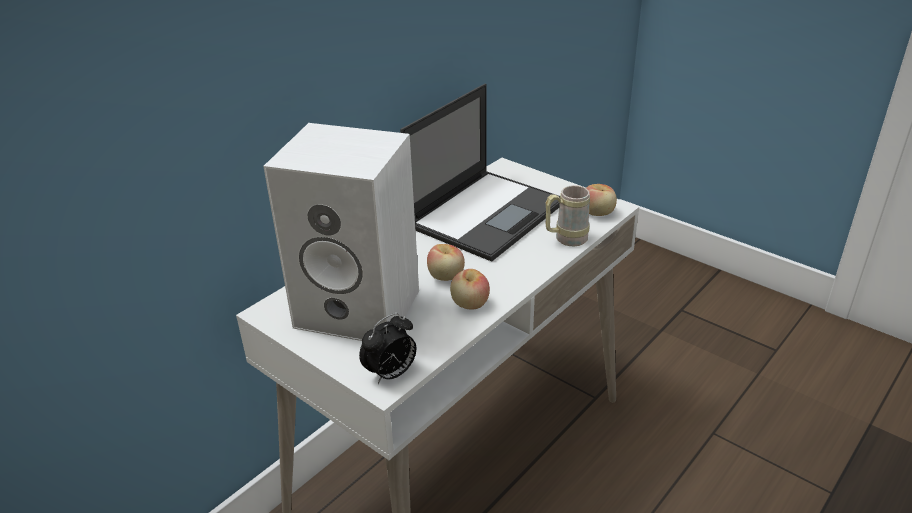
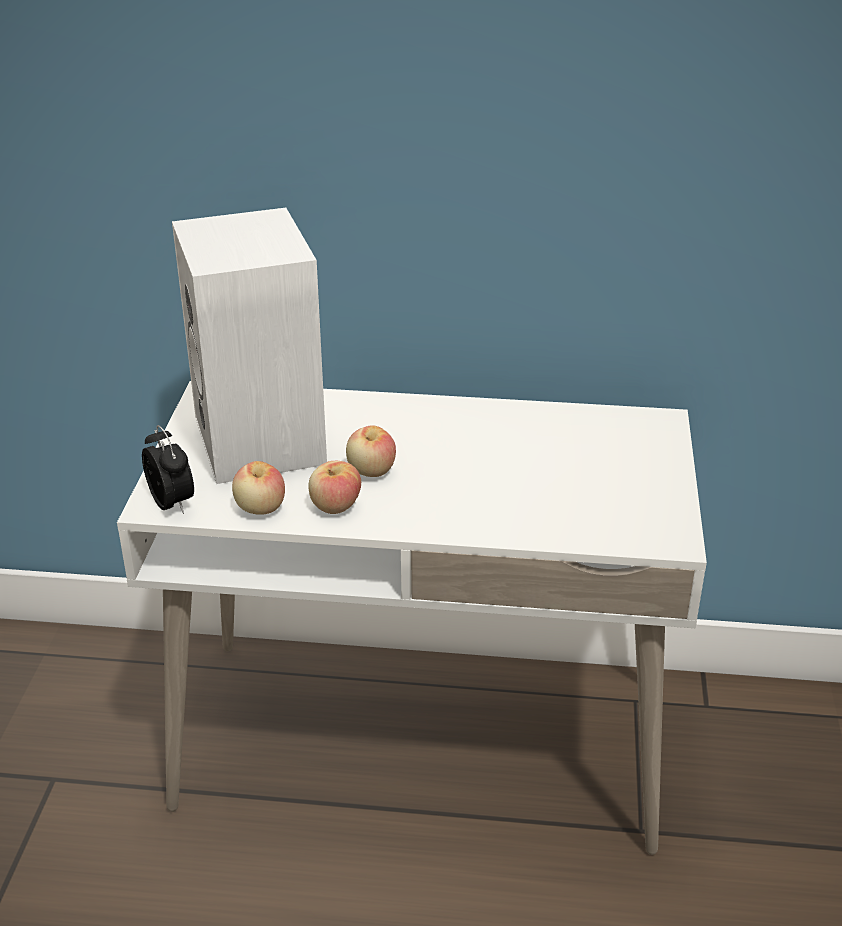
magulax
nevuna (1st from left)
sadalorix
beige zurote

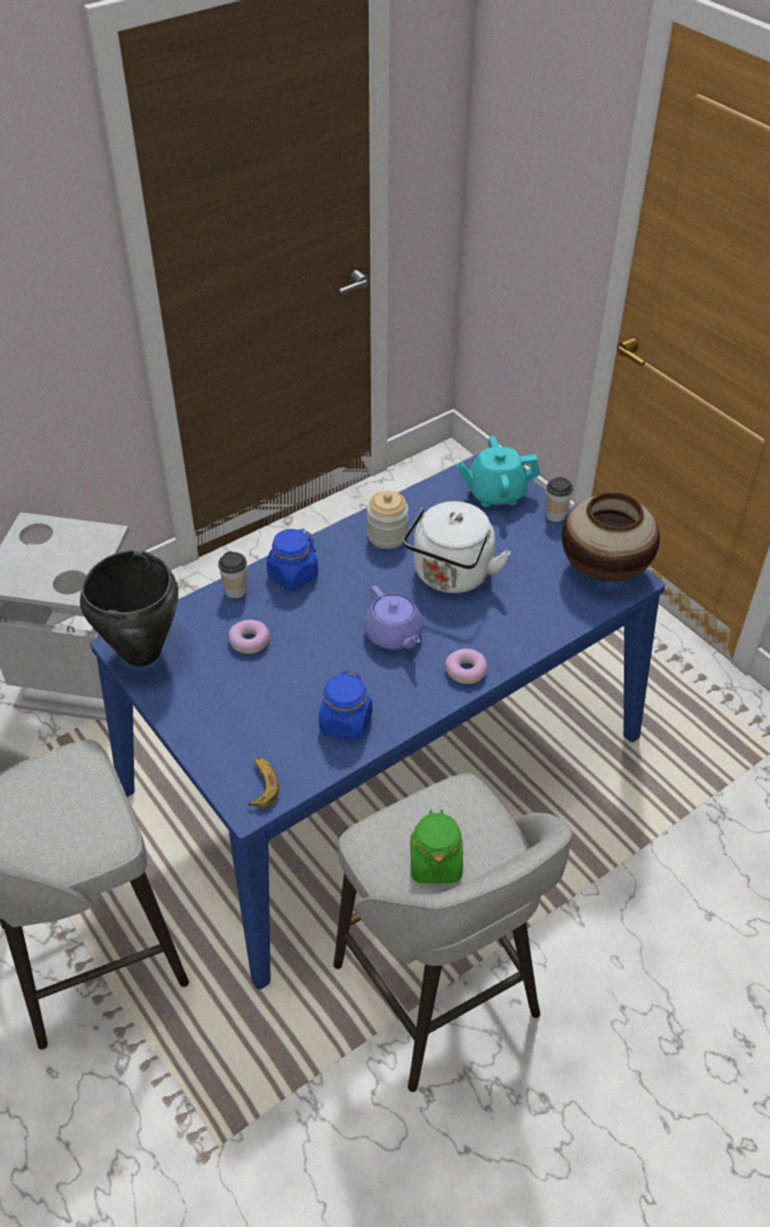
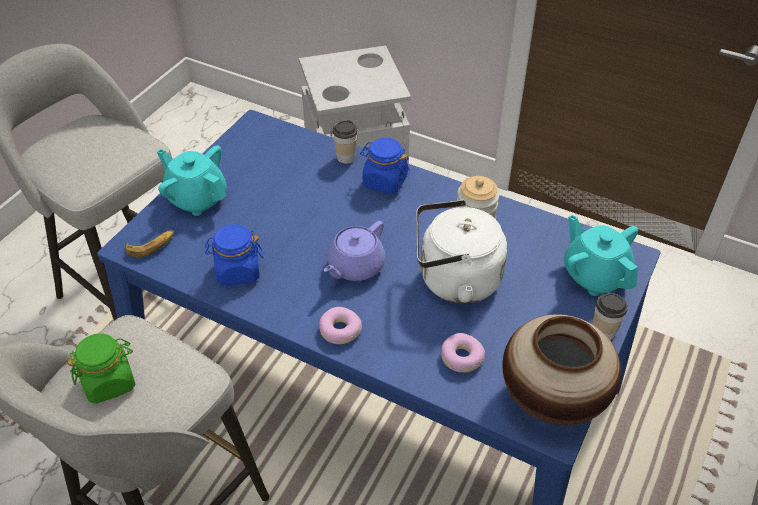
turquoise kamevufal (1st from left)
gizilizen (2nd from left)
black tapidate

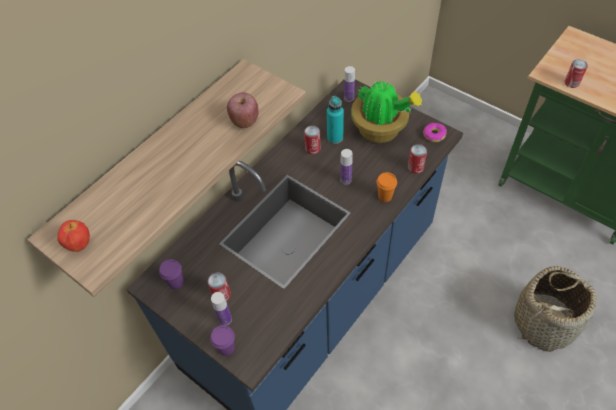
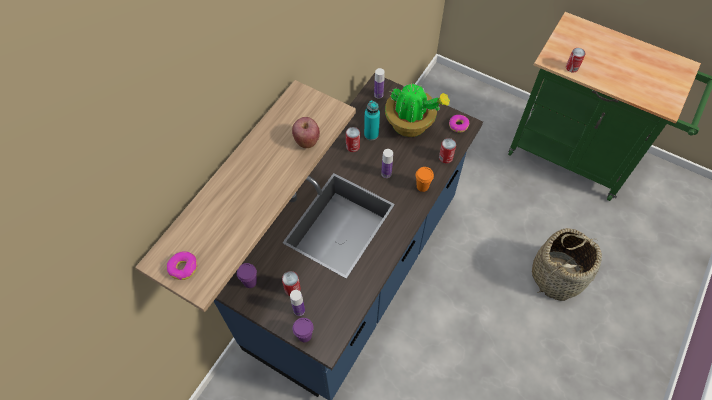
gizilizen (1st from left)

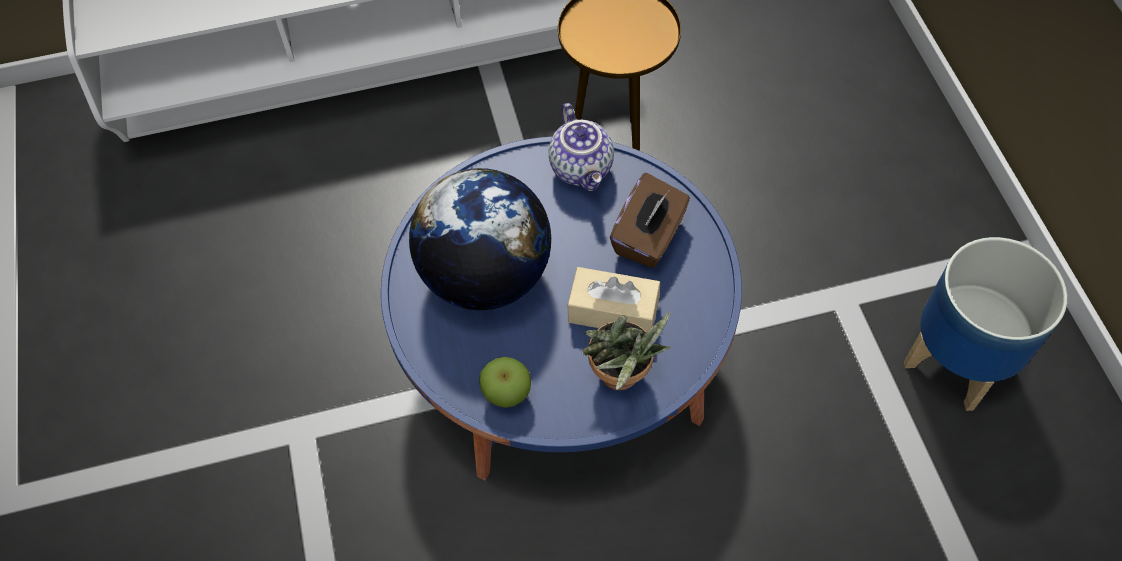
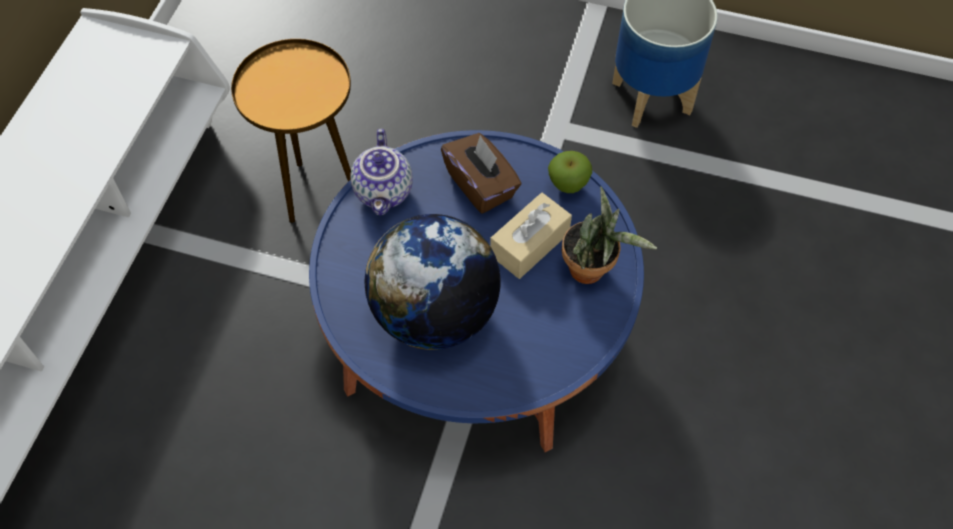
kamevufal
nevuna

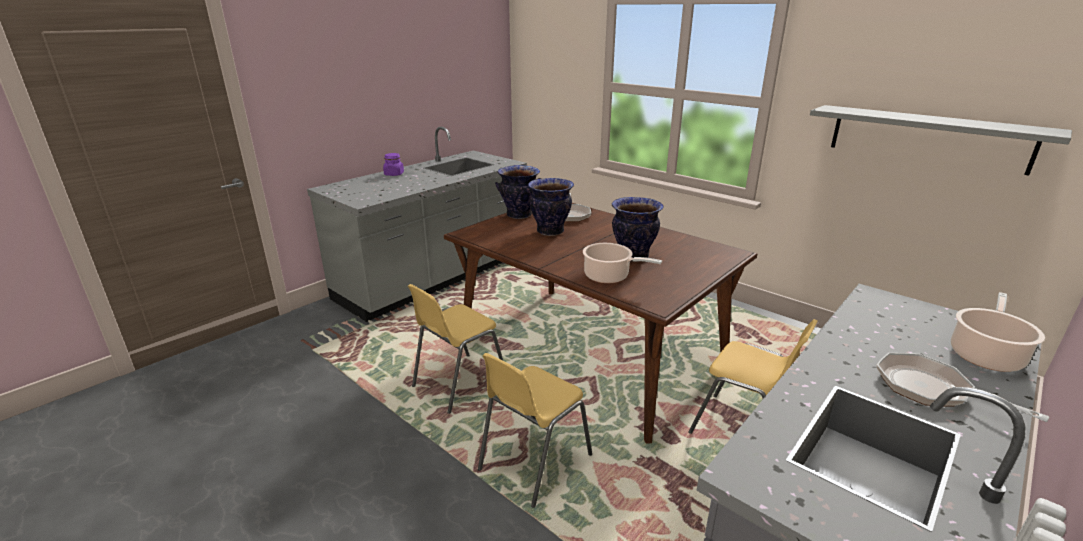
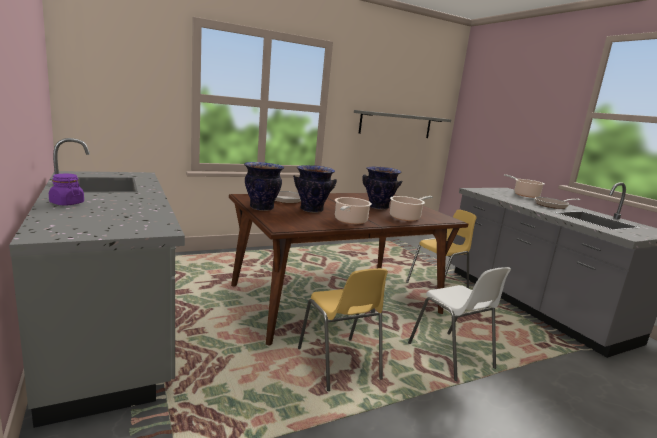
tapidate (1st from left)
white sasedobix

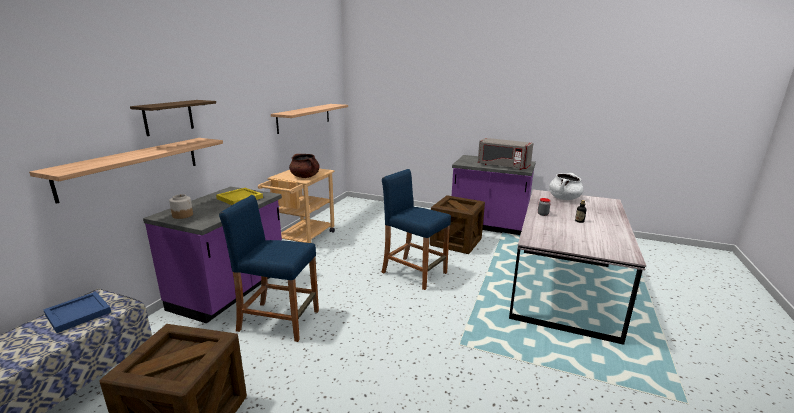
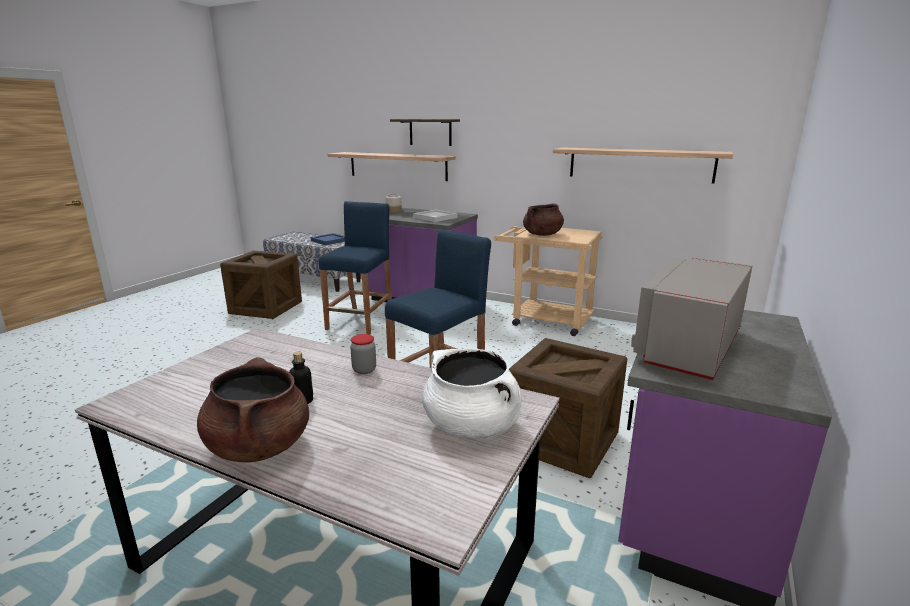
brown tapidate (1st from left)
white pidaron

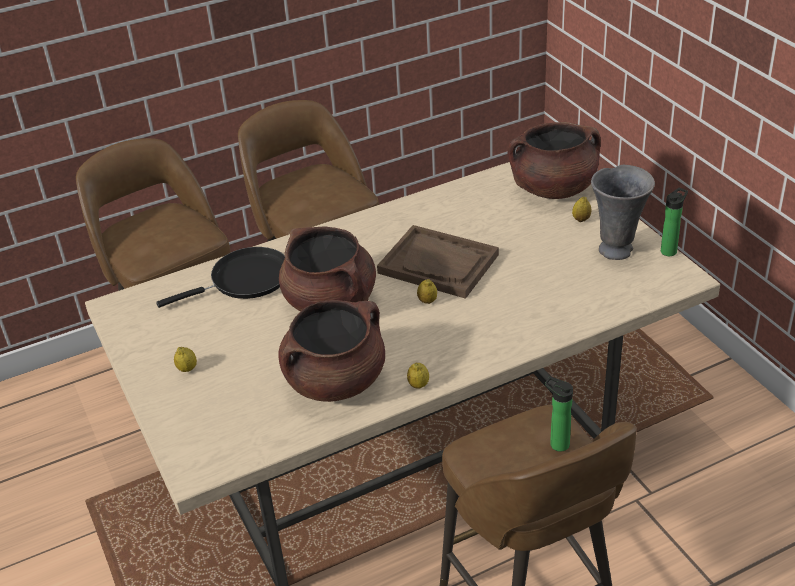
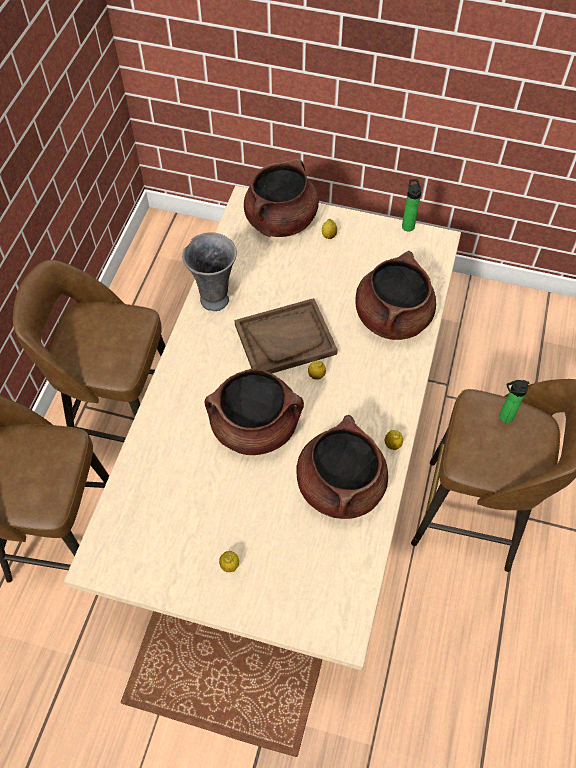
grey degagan
brown tapidate (4th from left)
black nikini

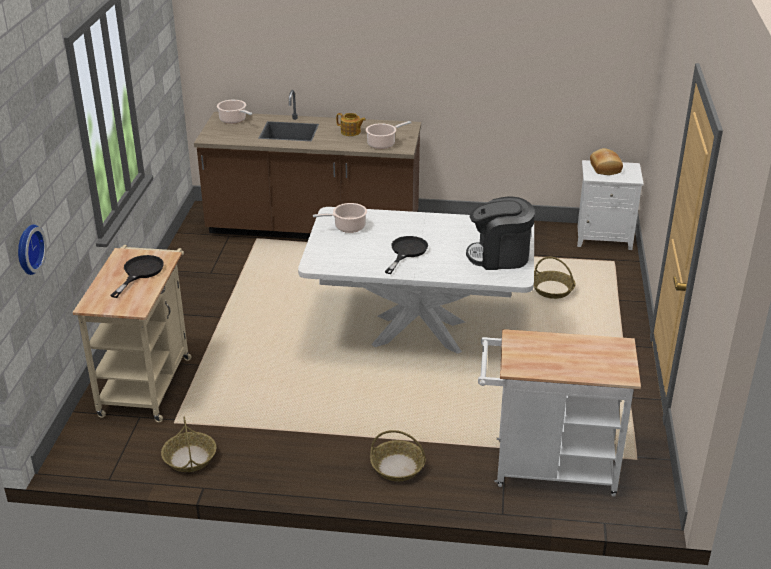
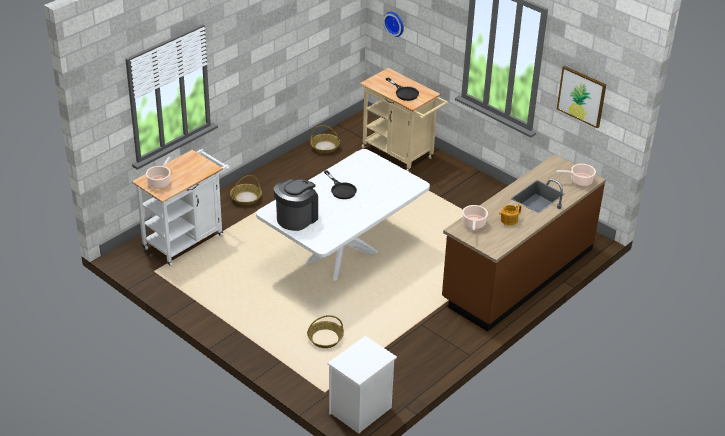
tapidate (1st from left)
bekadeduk
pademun

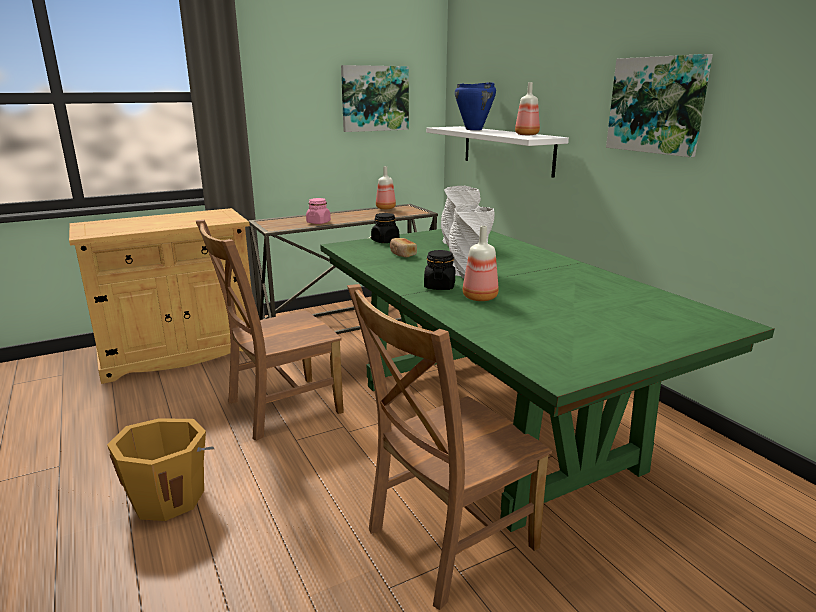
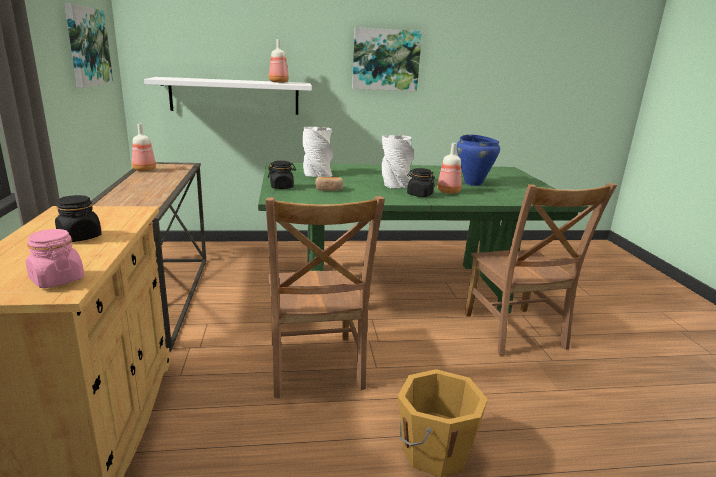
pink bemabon
black bemabon (1st from left)
blue tapidate

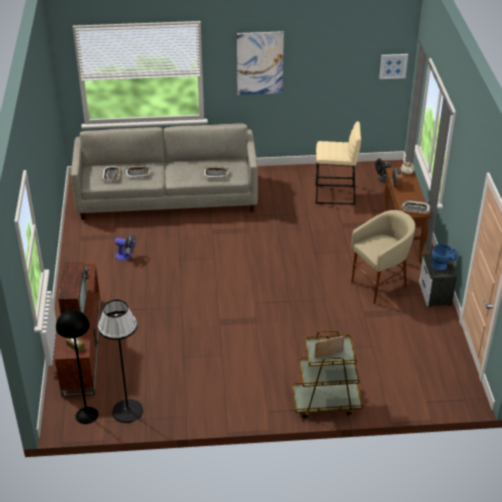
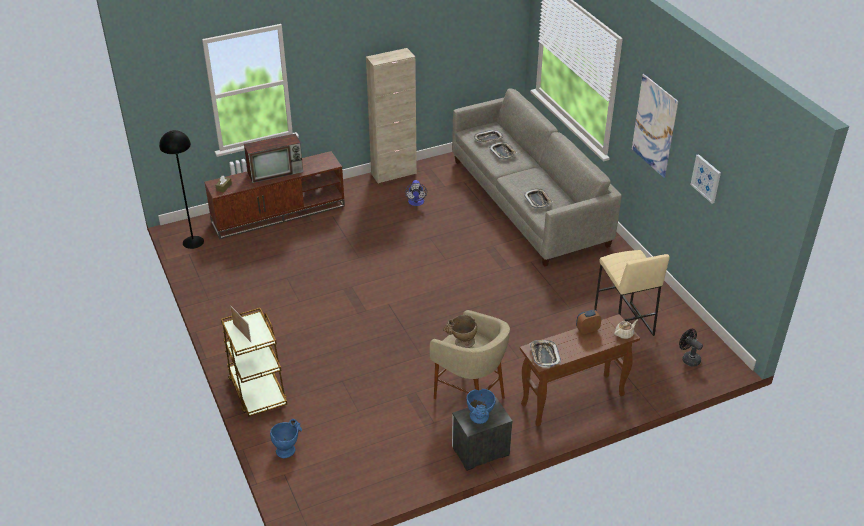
blue degagan (1st from left)
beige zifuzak
beige degagan
bekadeduk (2nd from left)
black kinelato (2nd from left in the first image)

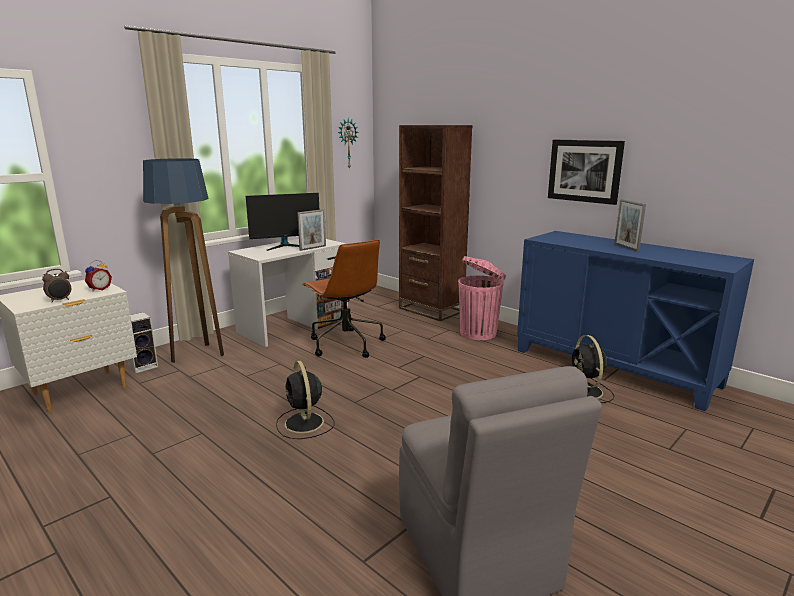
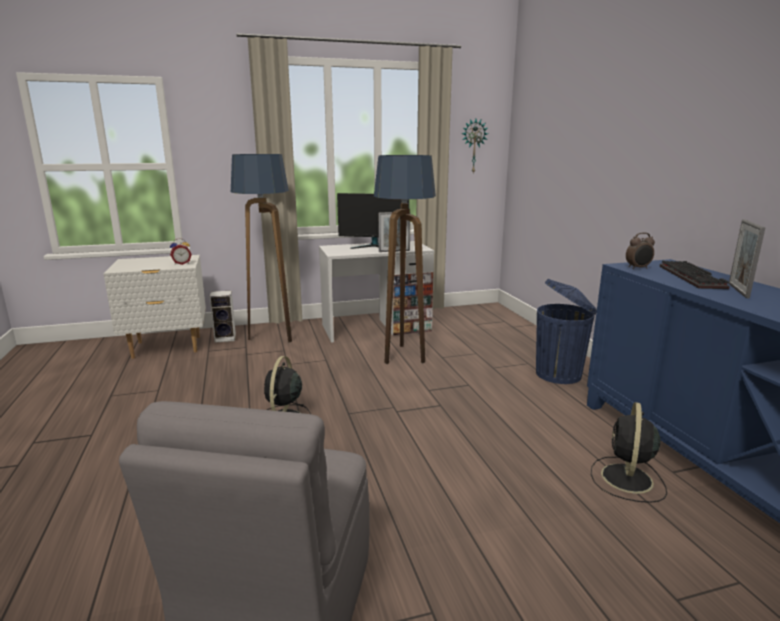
kinelato (2nd from left)
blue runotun
magulax (2nd from left)
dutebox
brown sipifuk
bekadeduk

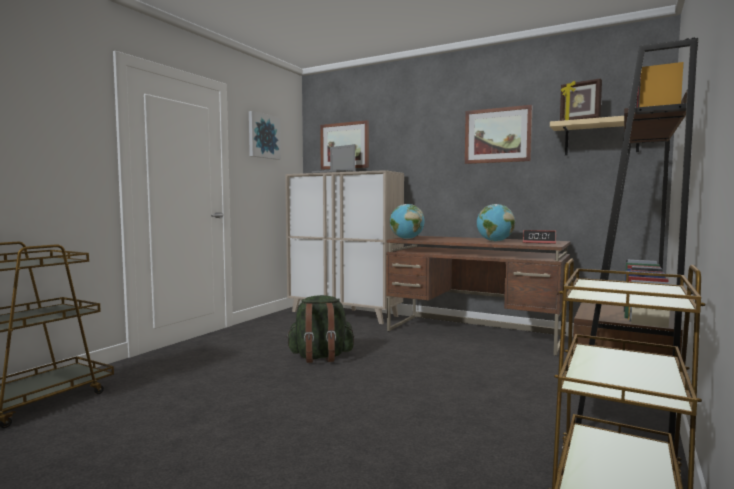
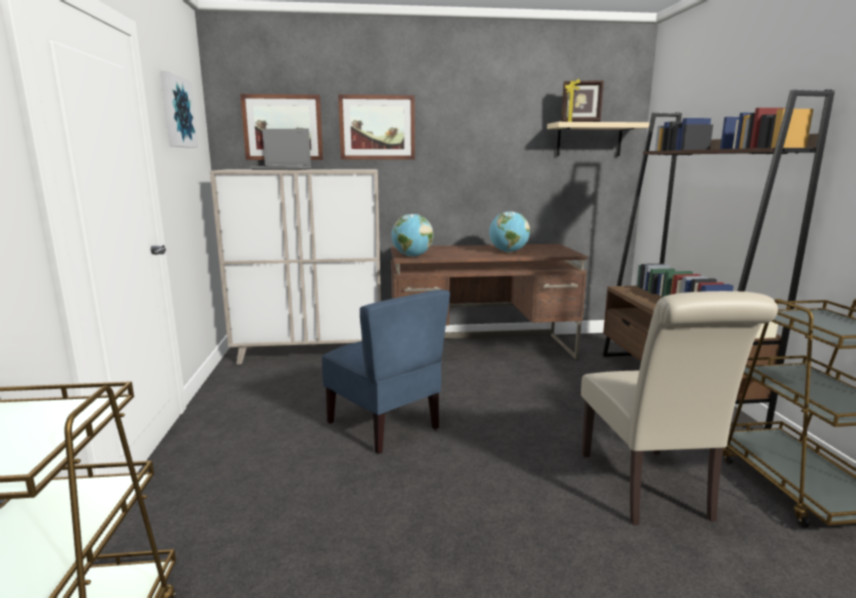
blue sasedobix
bekadeduk (3rd from left)
beige sasedobix
magulax

